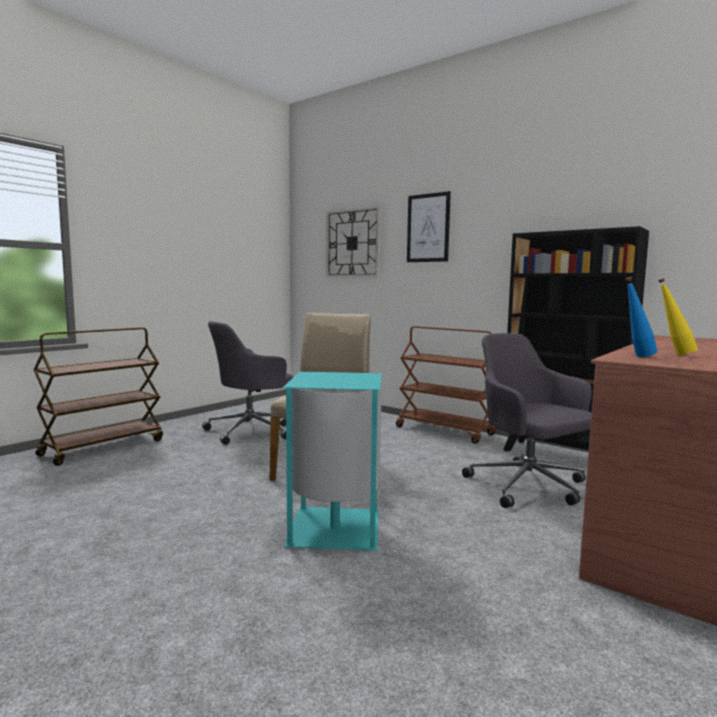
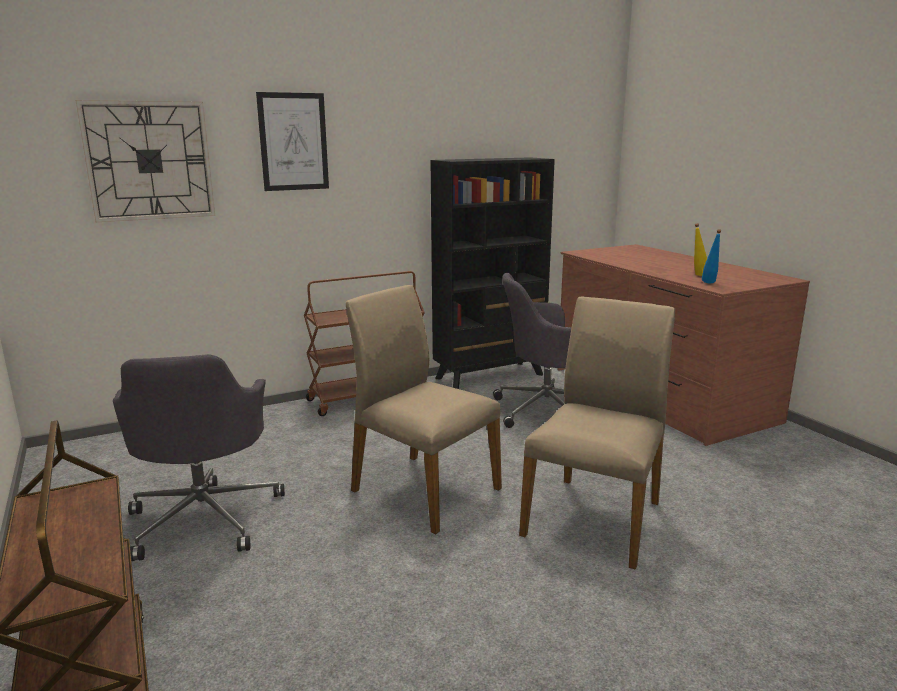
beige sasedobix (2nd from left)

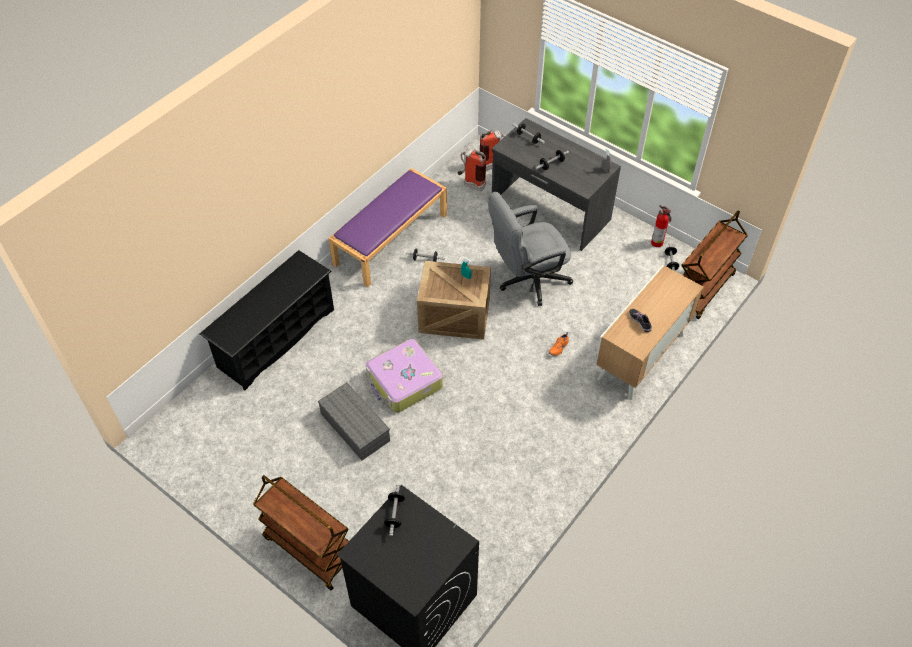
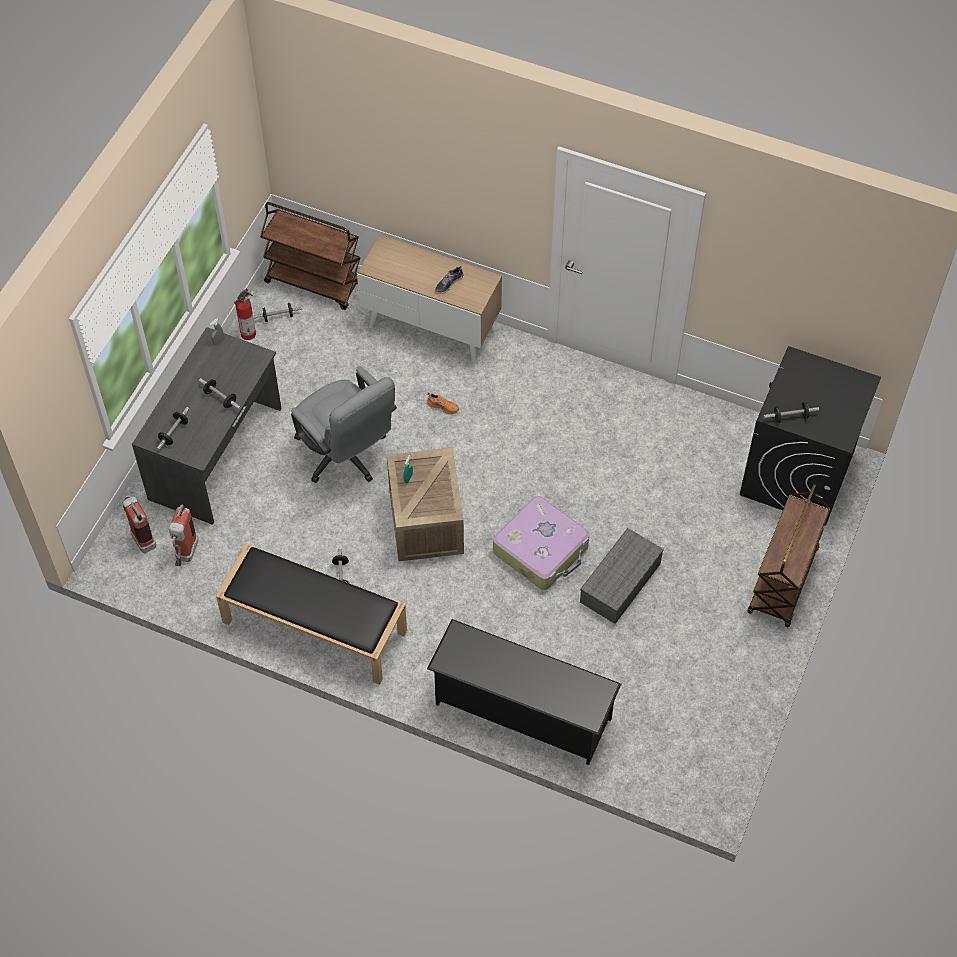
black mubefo

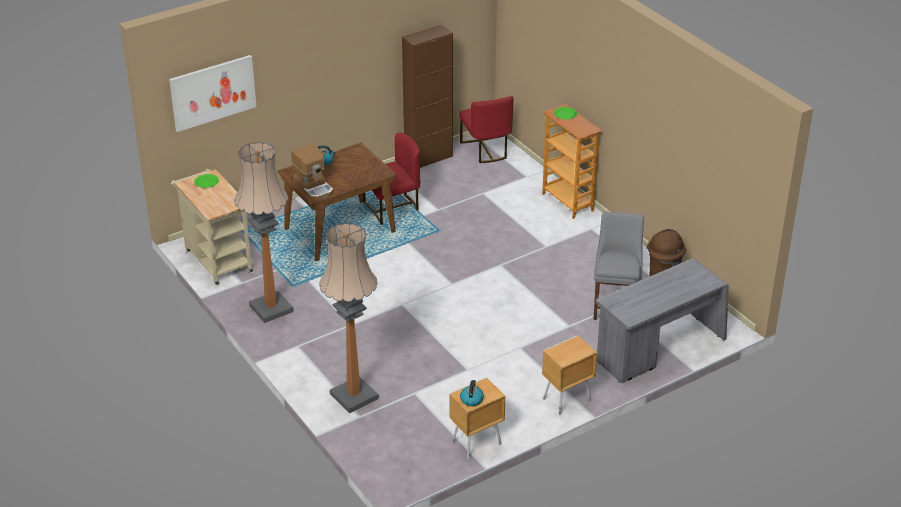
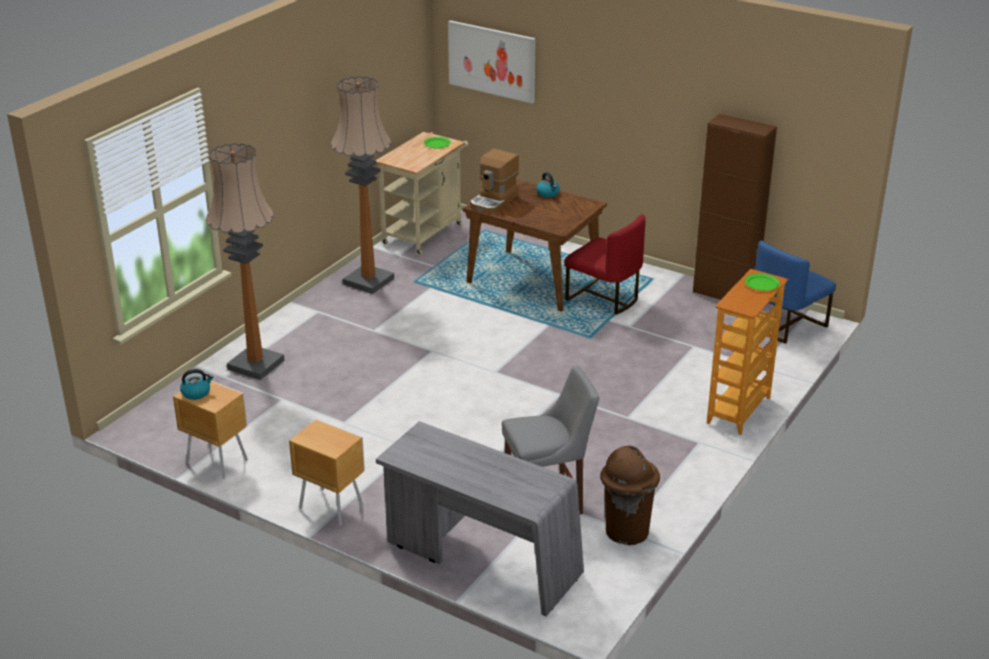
blue sasedobix

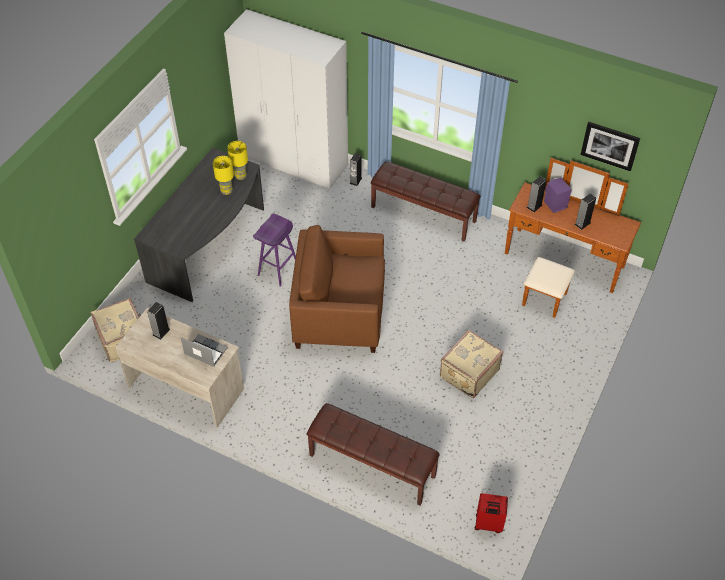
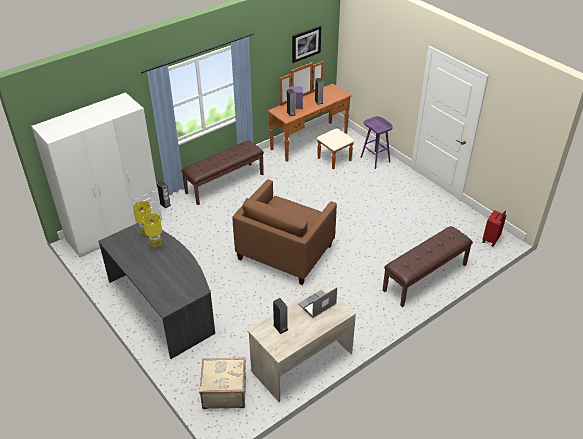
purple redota
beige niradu (2nd from left in the first image)

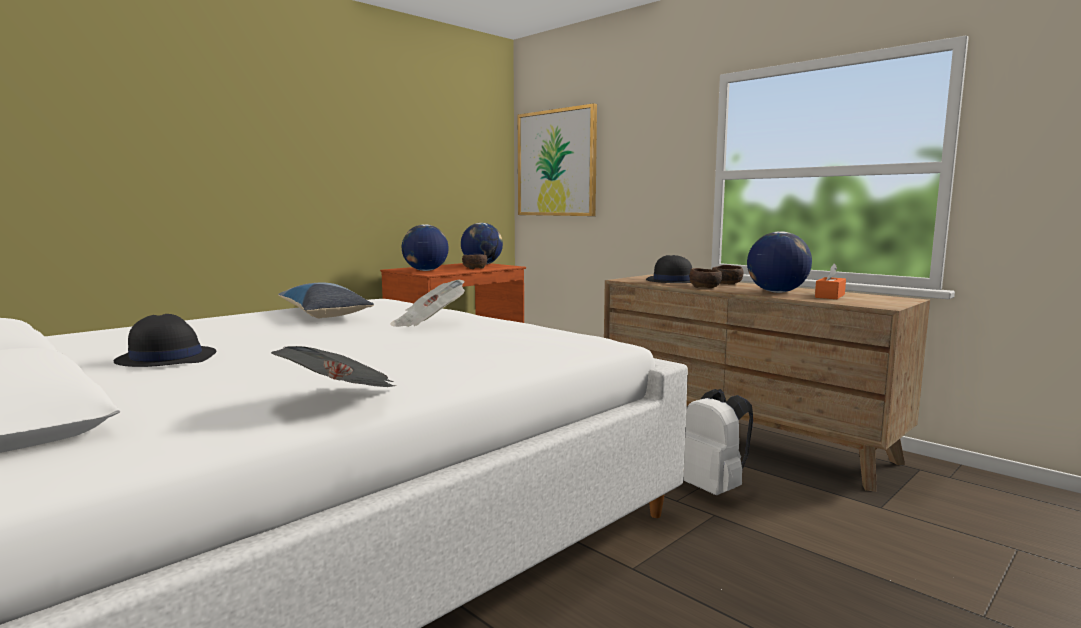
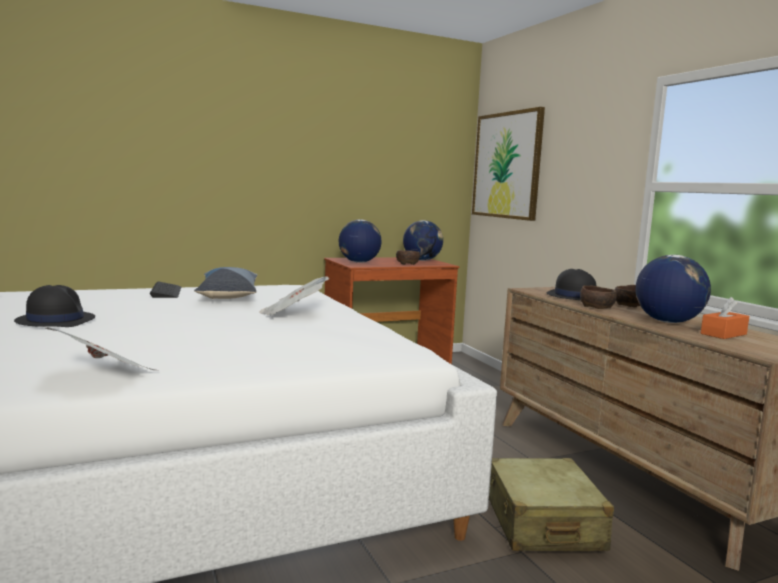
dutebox
beige niradu

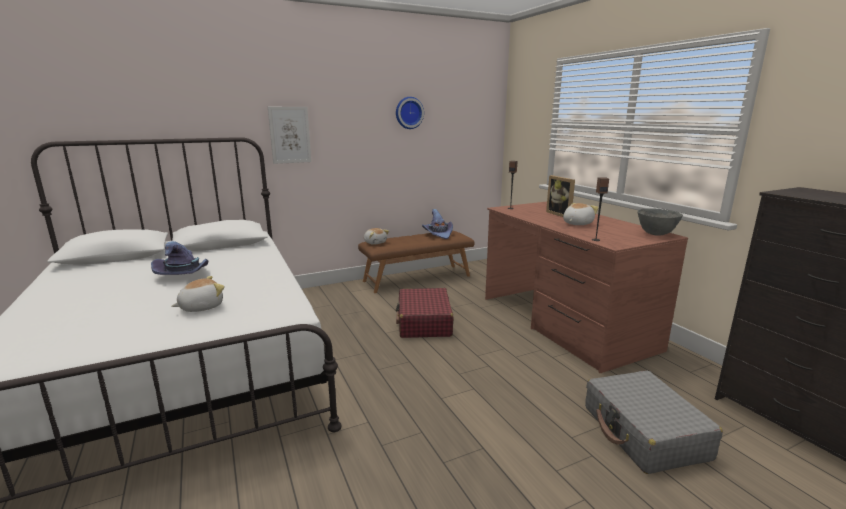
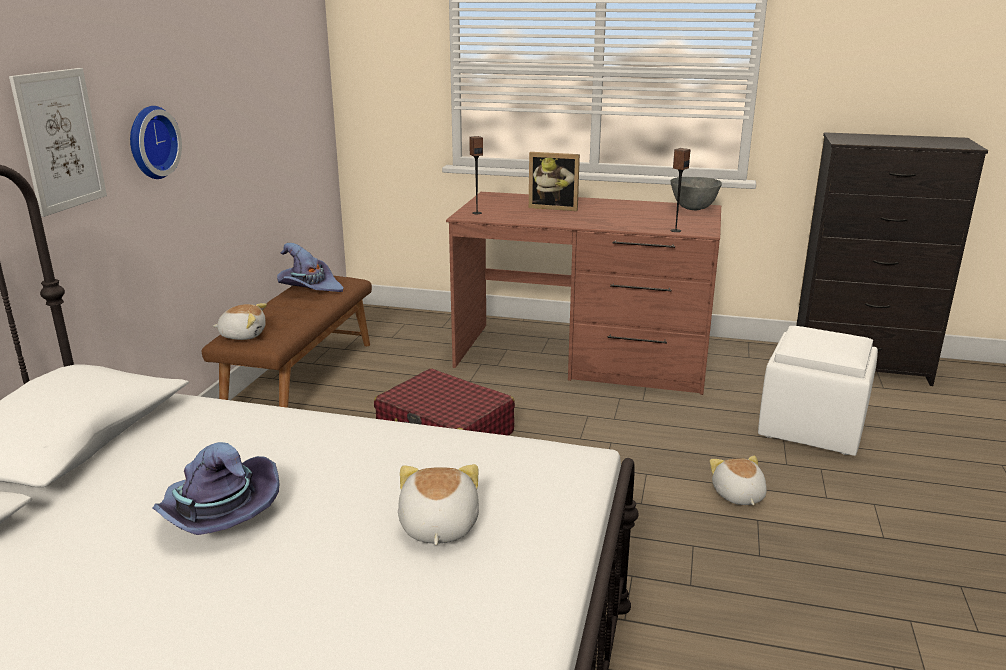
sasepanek
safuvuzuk (3rd from left)
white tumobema

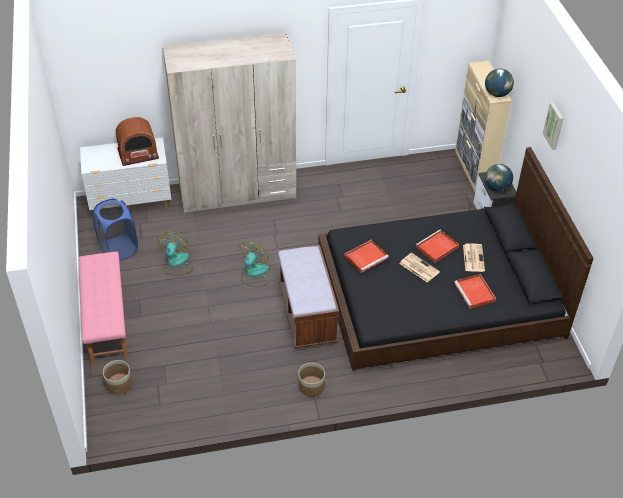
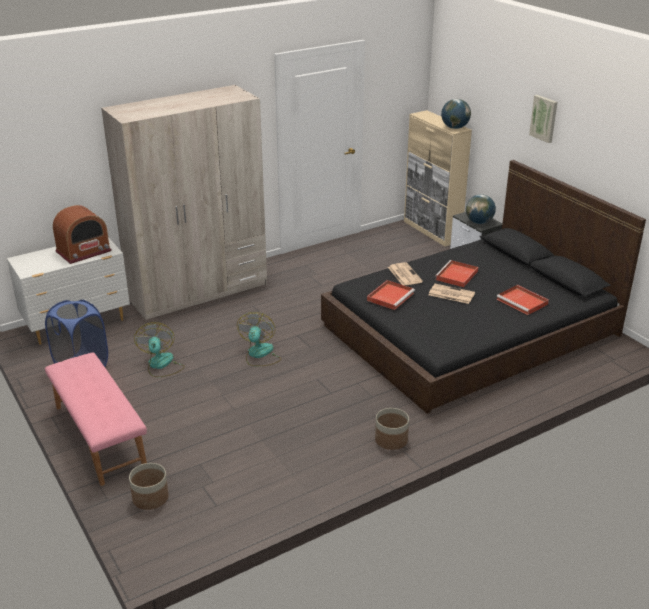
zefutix (1st from left)
brown mubefo

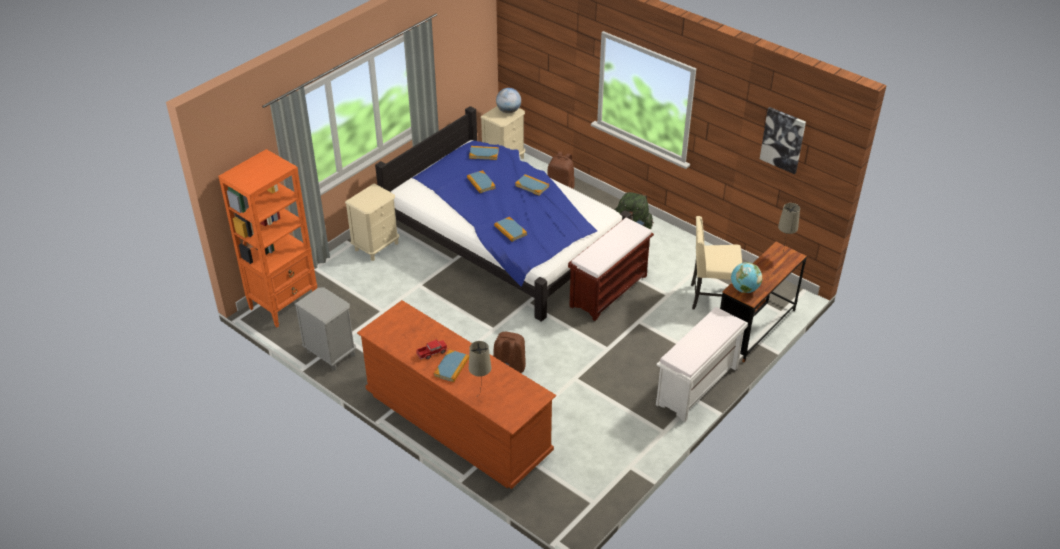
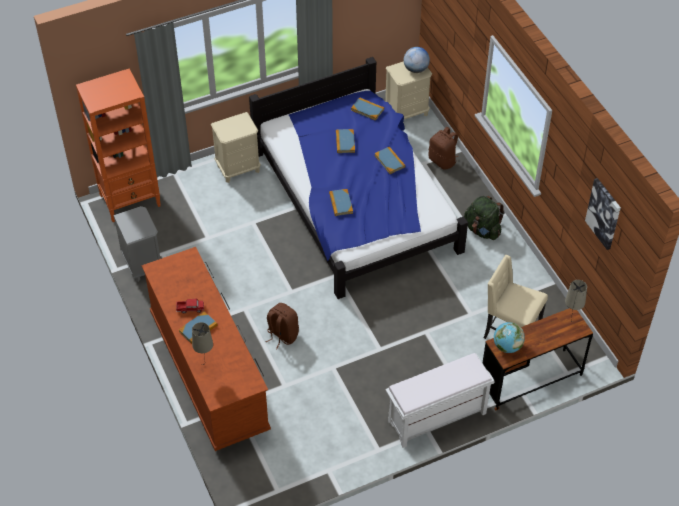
brown mubefo

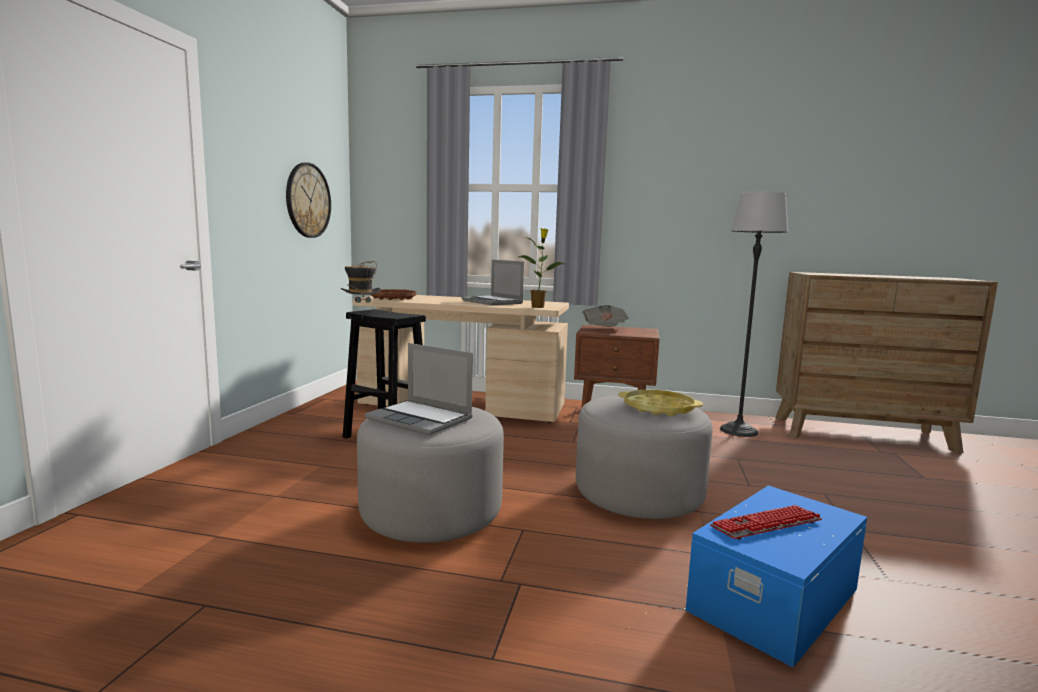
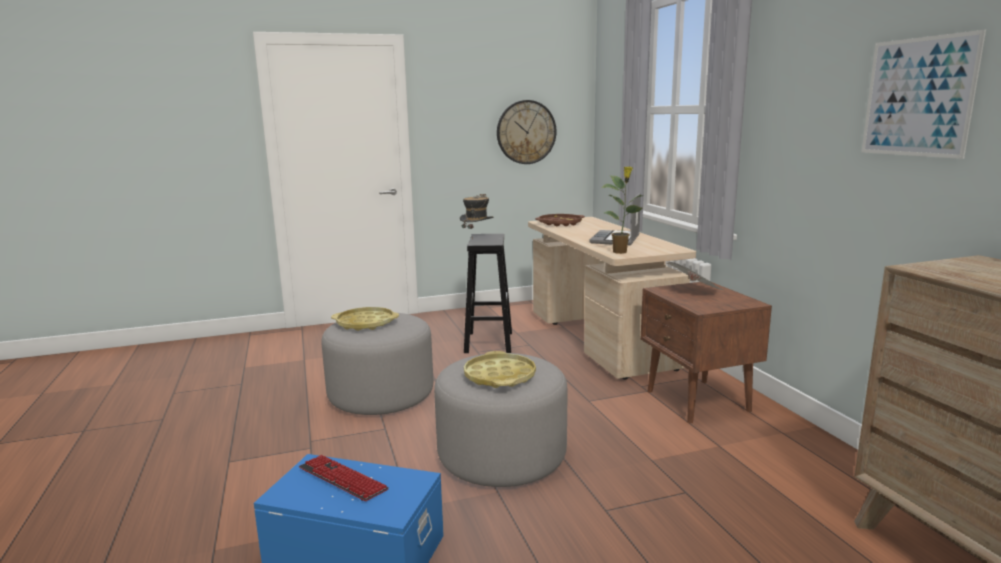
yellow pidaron (1st from left)
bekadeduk
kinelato

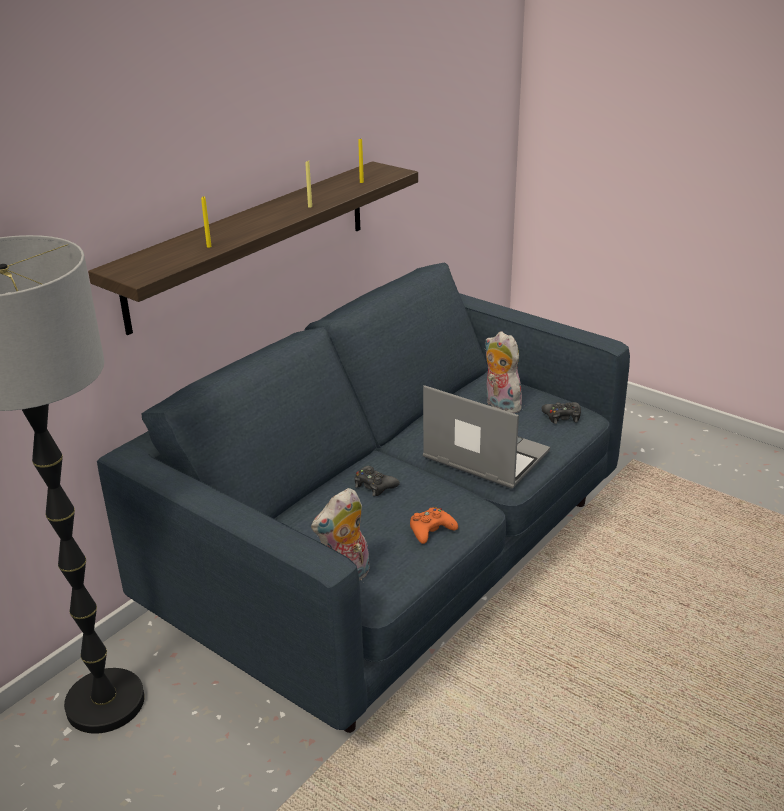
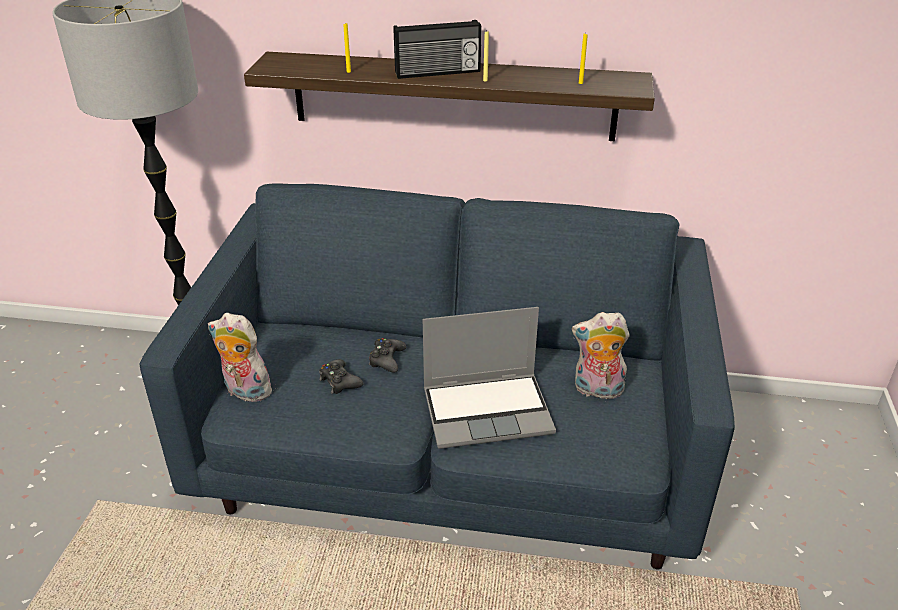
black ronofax (1st from left)
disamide
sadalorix
safuvuzuk (2nd from left)
orange ronofax

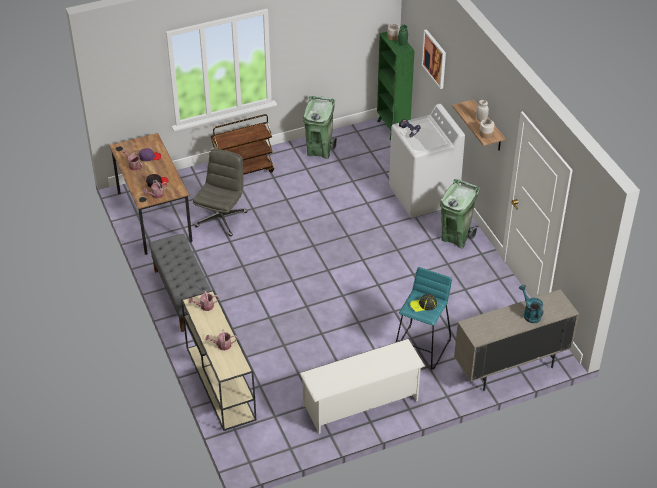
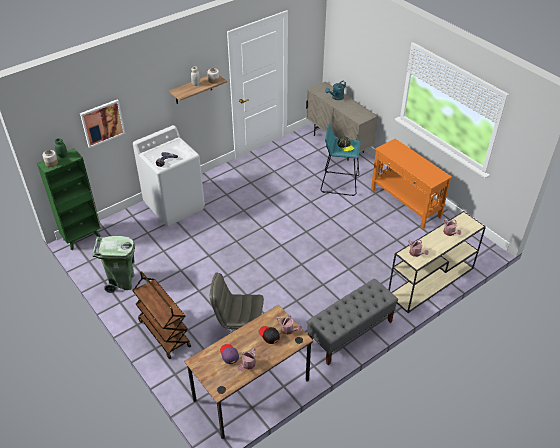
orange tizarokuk
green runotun (2nd from left in the first image)

